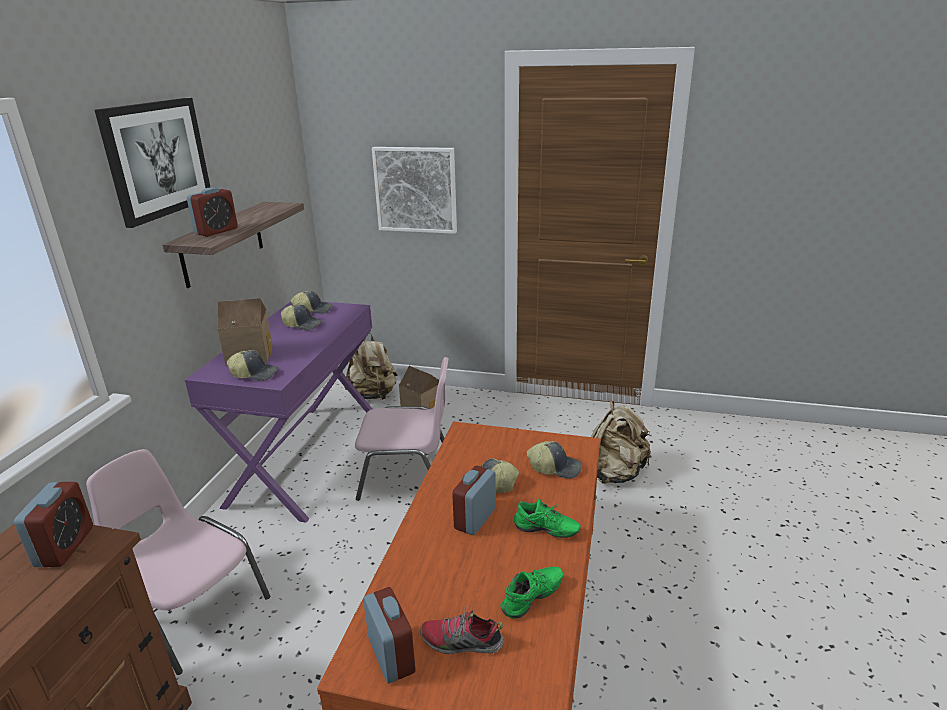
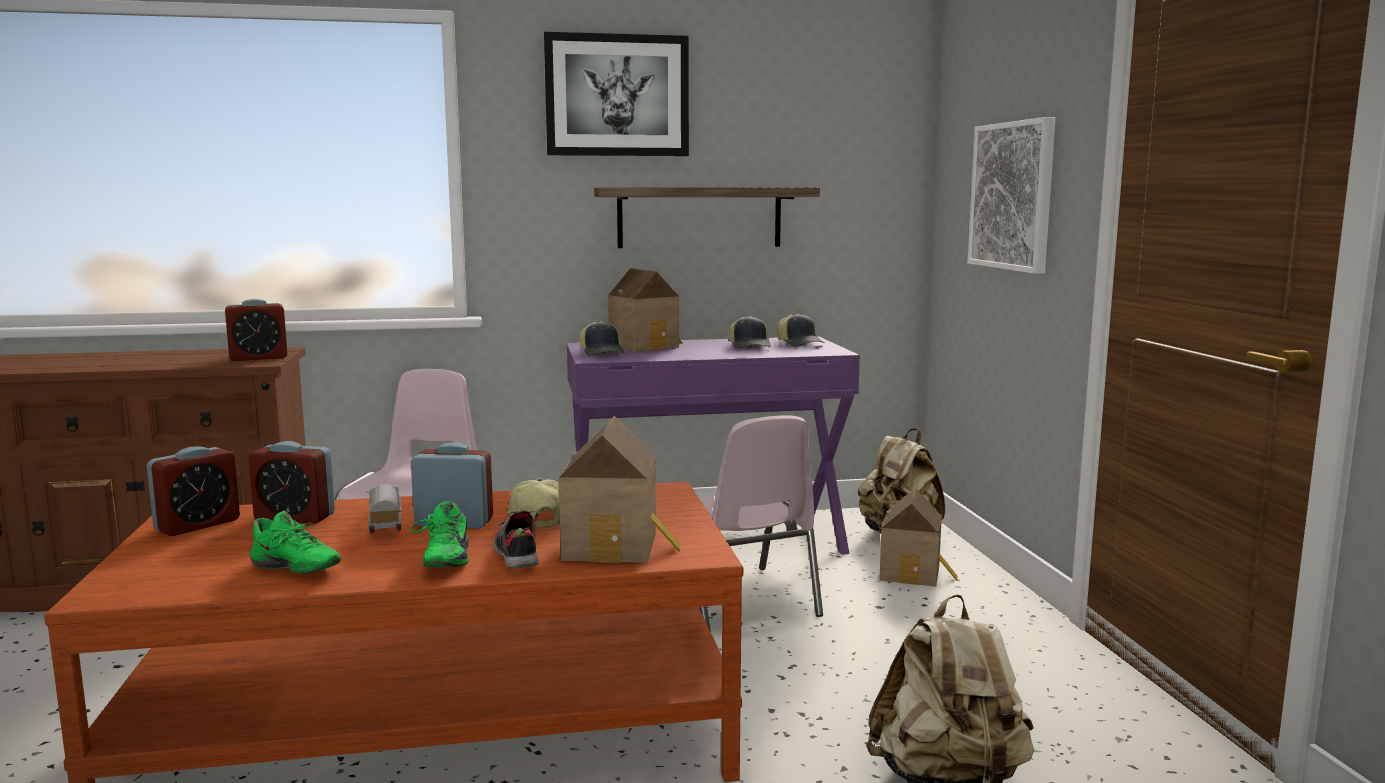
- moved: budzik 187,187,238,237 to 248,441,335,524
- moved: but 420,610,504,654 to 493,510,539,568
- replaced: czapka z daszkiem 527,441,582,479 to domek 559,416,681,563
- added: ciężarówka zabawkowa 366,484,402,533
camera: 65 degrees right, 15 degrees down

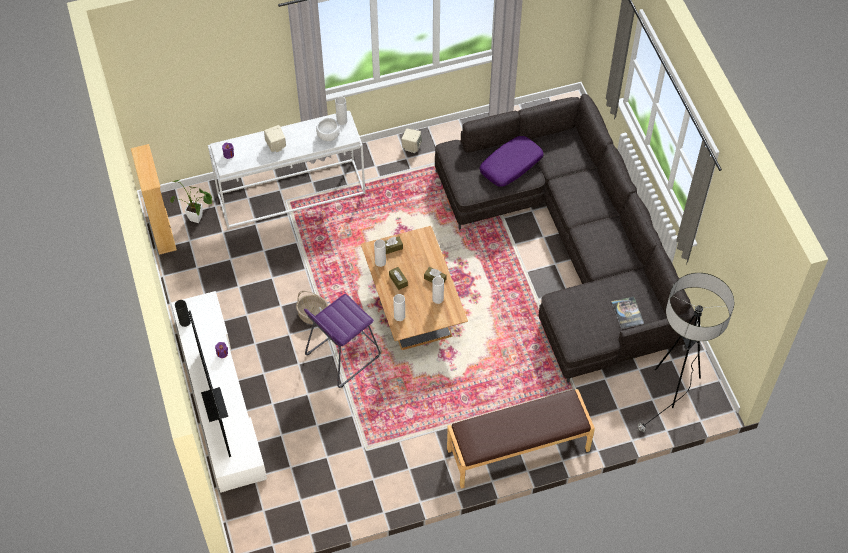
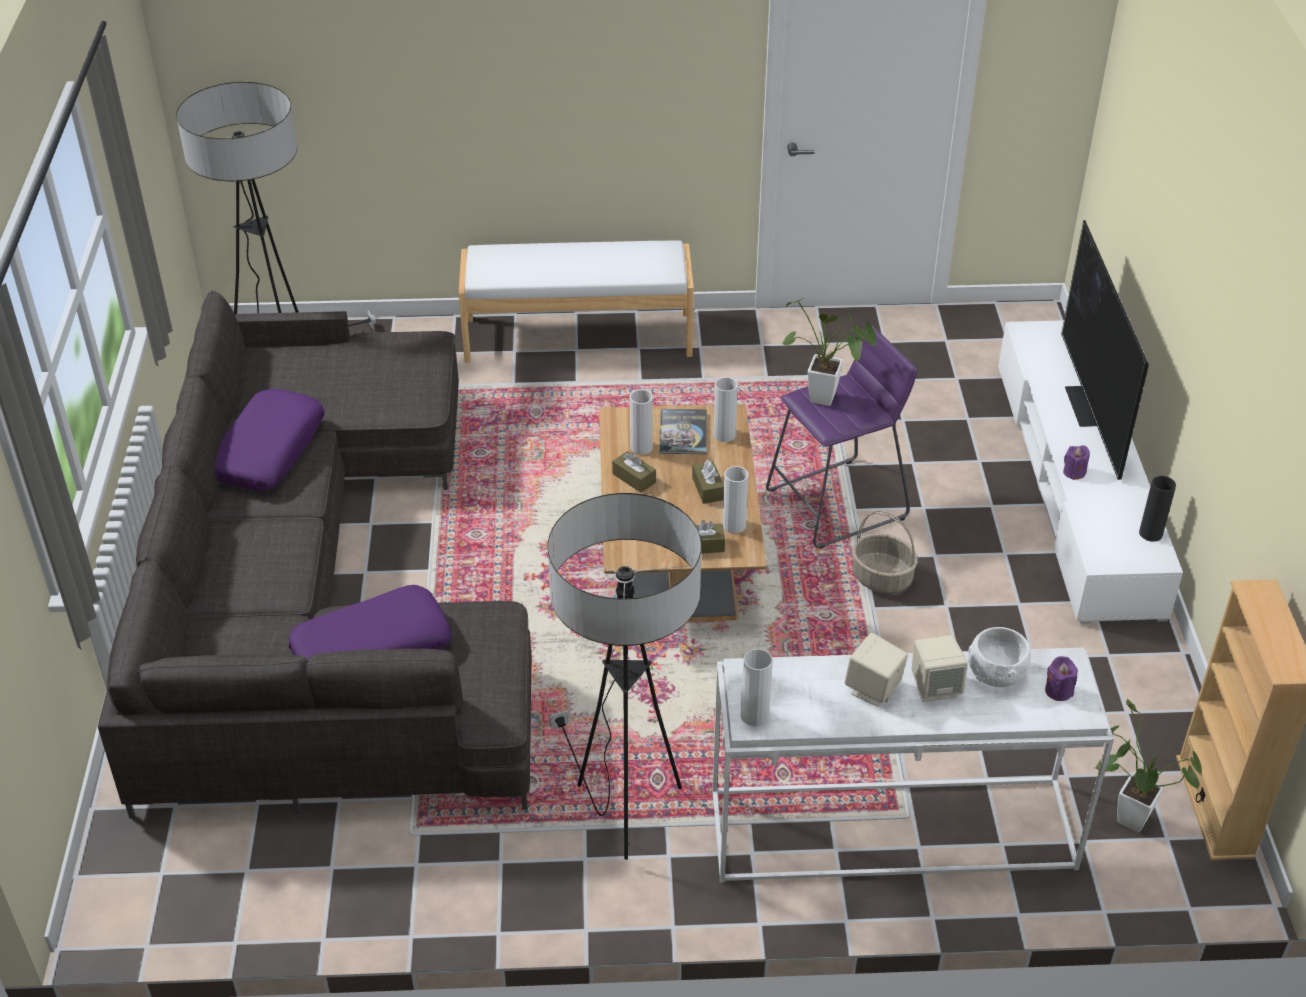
- moved: miska [biały] 316,118,340,141 to 968,627,1031,687
- moved: głośnik [beżowy] 401,129,422,153 to 844,633,908,706
- recoloured: ławka [brązowy] 447,389,595,488 to ławka [biały] 458,240,694,363
- moved: książka 611,296,644,329 to 659,409,707,454
- added: poduszka [fioletowy] 215,389,324,491
- added: lampa stojąca 548,493,701,860
- added: roślina doniczkowa 781,298,877,406
camera: 165 degrees left, 15 degrees down

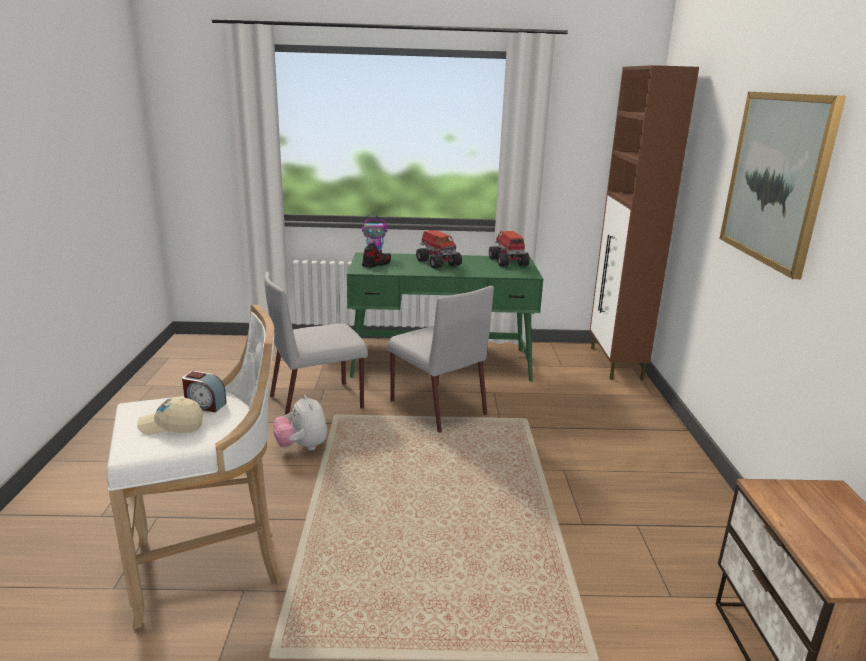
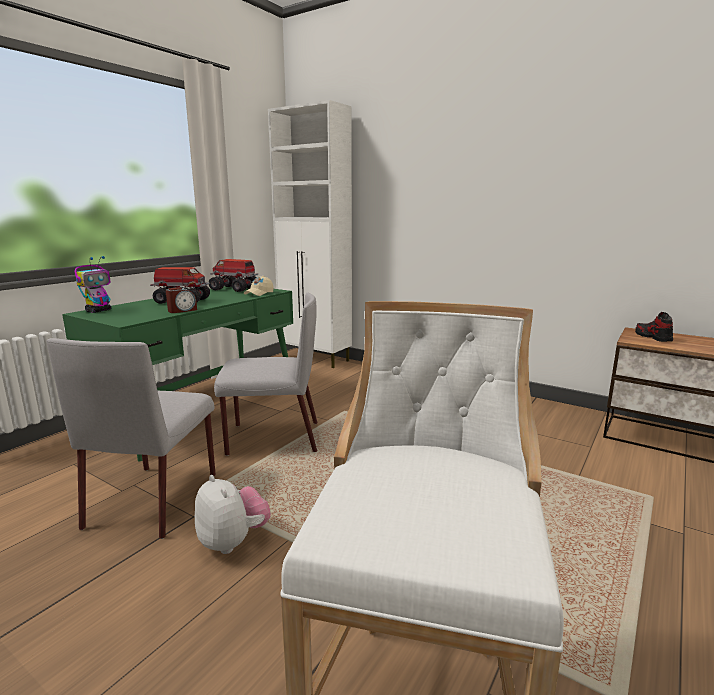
- moved: czapka z daszkiem [beżowy] 137,397,203,435 to 244,276,274,296
- moved: budzik 182,371,227,412 to 166,287,197,313
- turned: pluszak 273,394,327,450 = 195,475,271,554 135 degrees counterclockwise
- moved: but 362,243,391,268 to 635,312,673,342
- recoloured: szafka [brązowy] 590,65,699,380 to szafka [biały] 268,100,352,368
- removed: obraz 719,92,846,279
camera: 55 degrees left, 5 degrees down

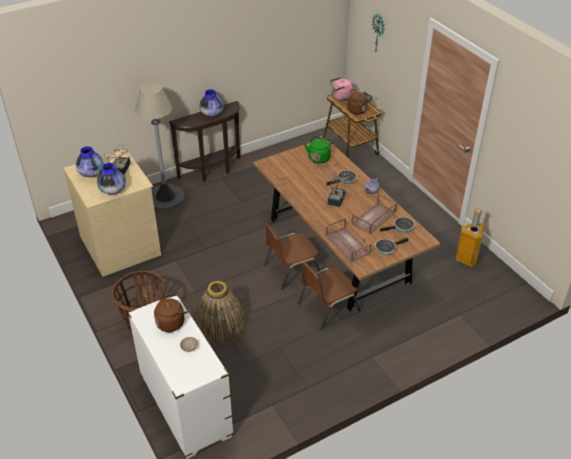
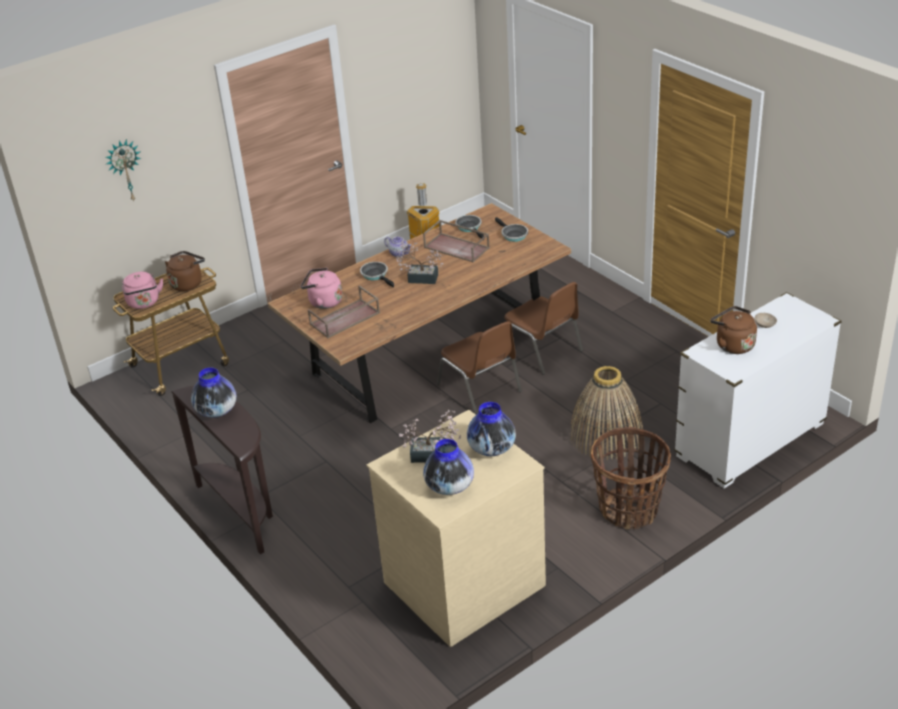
- removed: lampa stojąca [szary] 135,83,185,210
- recoloured: czajnik [zielony] 305,136,333,163 to czajnik [różowy] 300,268,342,309
- moved: taca [brązowy] 326,218,372,262 to 308,285,380,338
camera: 95 degrees left, 5 degrees down

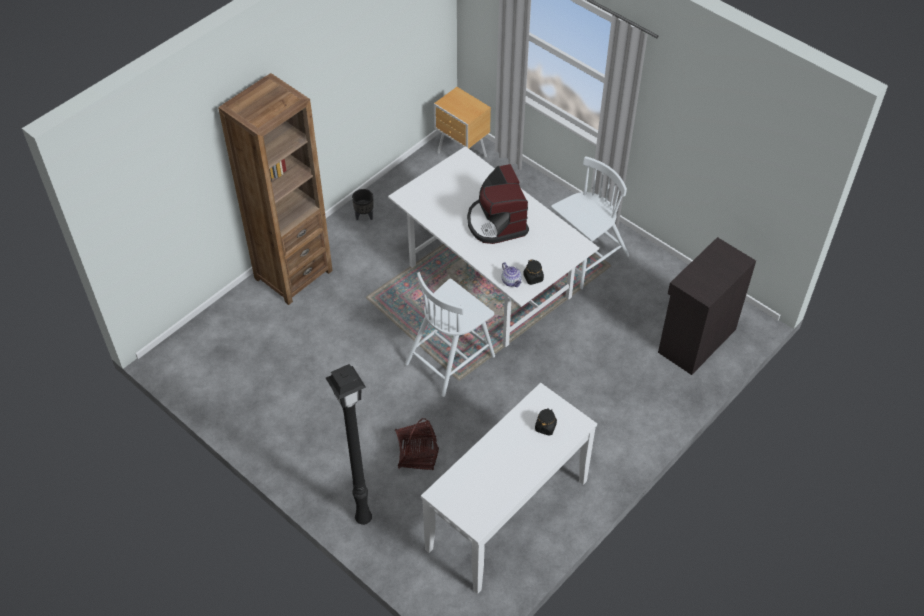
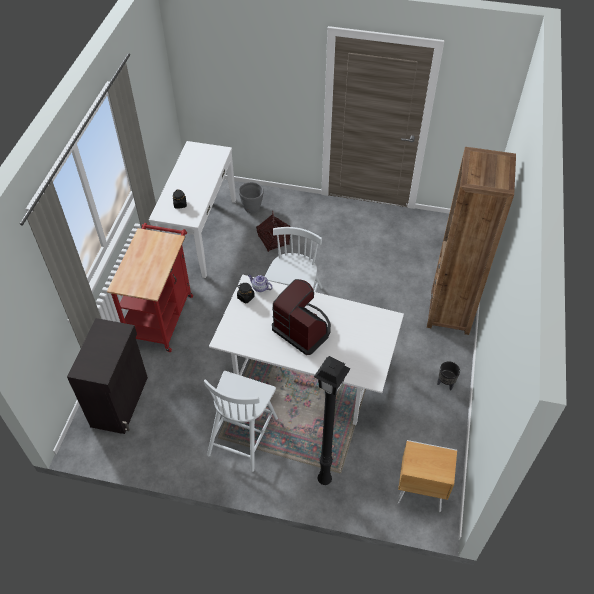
- moved: lampa stojąca [czarny] 326,364,372,525 to 314,356,350,485
- added: wózek [czerwony] 107,223,193,352
- added: donica [szary] 239,182,264,213
camera: 150 degrees right, 0 degrees up

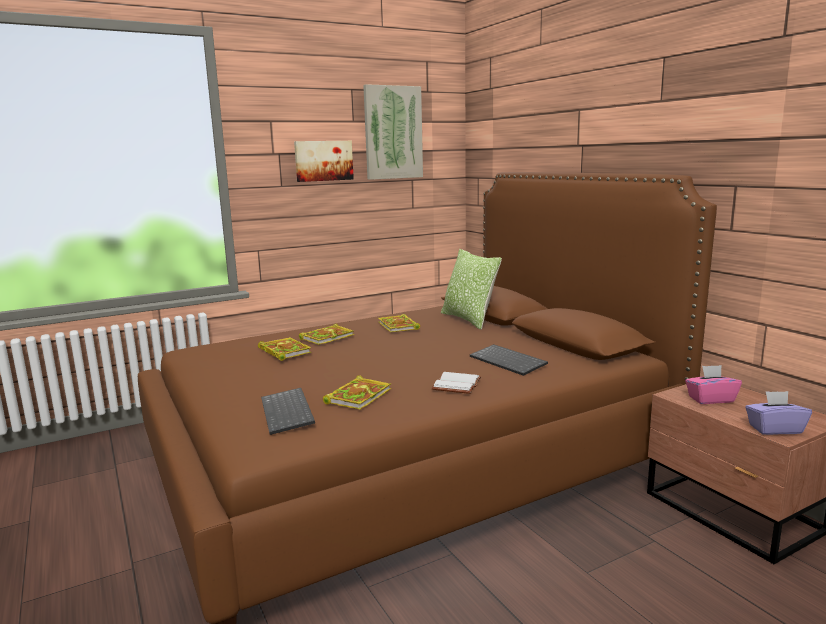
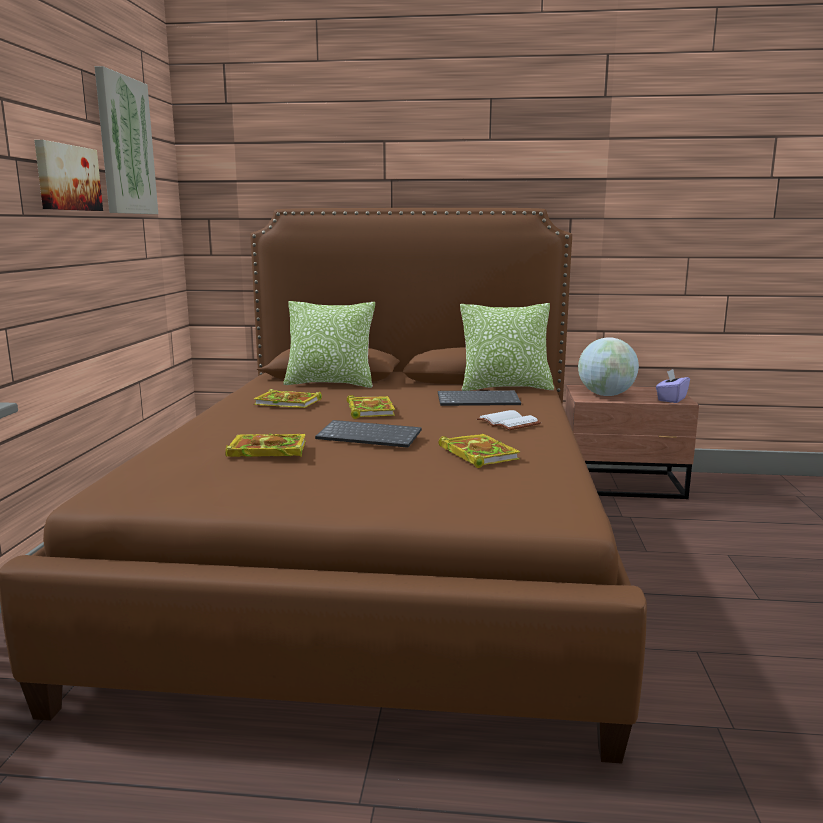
- moved: klawiatura 261,388,315,435 to 315,420,422,448
- moved: książka 299,323,354,345 to 347,395,395,419
- replaced: pudełko chusteczek [różowy] 685,365,742,404 to globus 578,337,639,396
- added: poduszka 460,303,554,391
camera: 55 degrees left, 0 degrees up

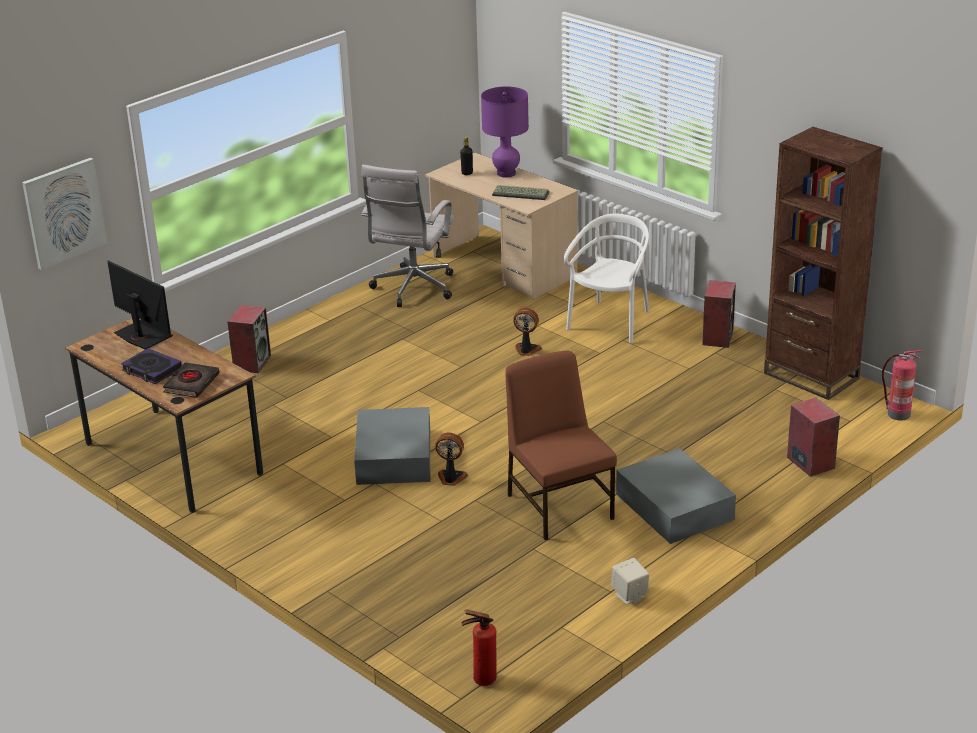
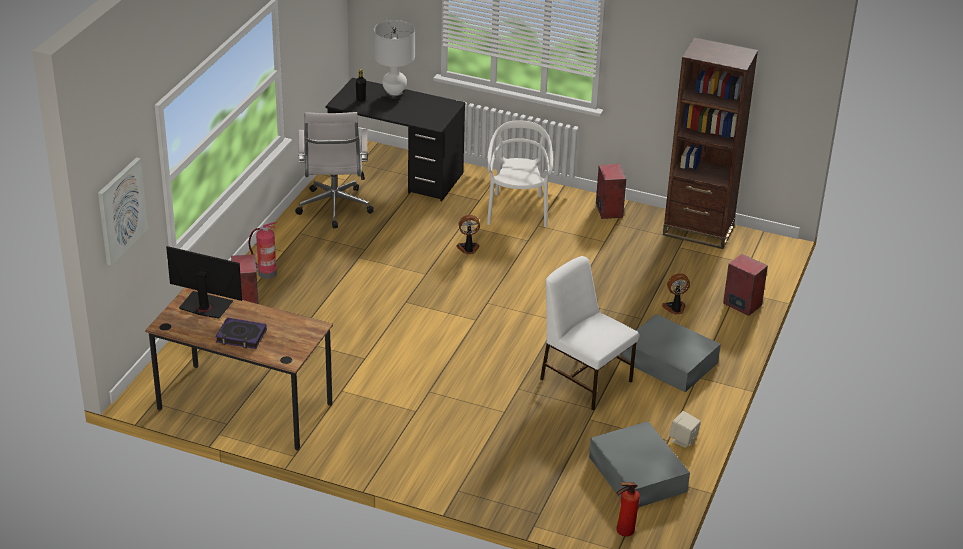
- removed: książka [czarny] 163,362,219,398
- moved: pojemnik do przechowywania [szary] 354,407,430,485 to 589,421,690,507
- recoloured: biurko [beżowy] 425,153,579,300 to biurko [czarny] 325,78,466,201
- moved: wentylator 435,433,468,486 to 662,273,690,315
- recoloured: lampa stołowa [fioletowy] 481,86,529,177 to lampa stołowa [biały] 374,20,415,99
- removed: klawiatura 492,185,549,200
- recoloured: krzesło [brązowy] 505,351,617,540 to krzesło [biały] 540,256,639,410
- moved: gaśnica 882,350,922,421 to 249,222,277,279
camera: 25 degrees left, 5 degrees up

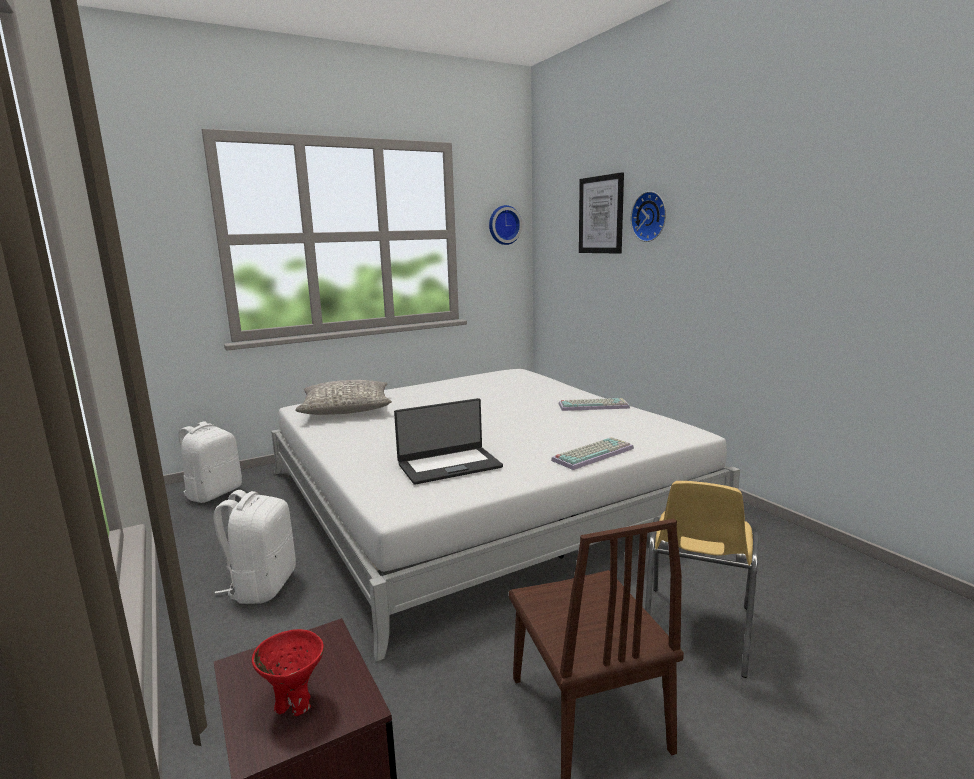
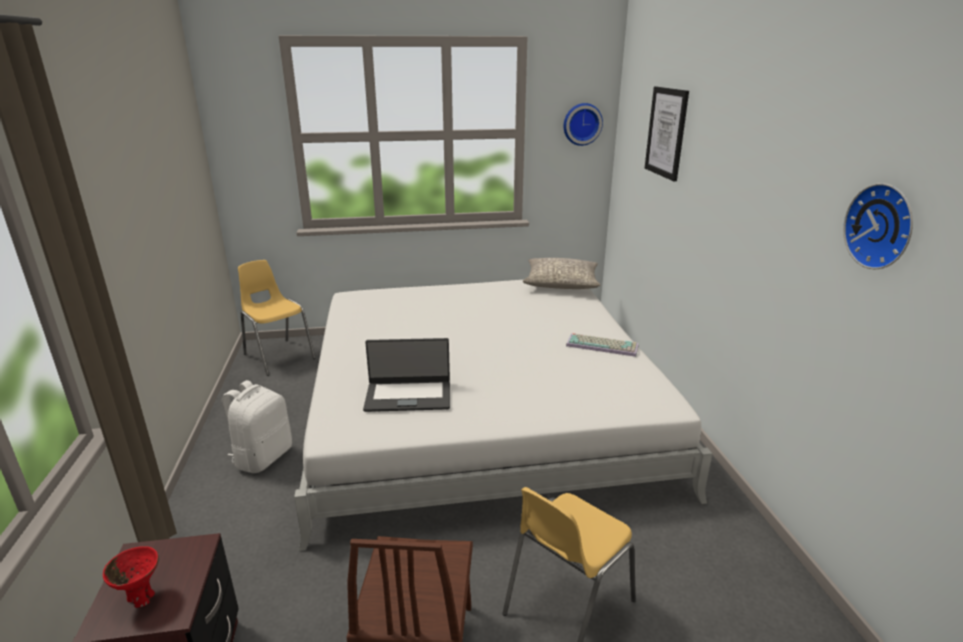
- replaced: plecak [biały] 178,421,242,503 to krzesło [żółty] 238,260,316,376
- moved: poduszka [szary] 295,380,392,415 to 523,258,601,289
- removed: klawiatura 551,437,634,470
- moved: zegar ścienny 631,191,666,242 to 843,183,913,269
camera: 20 degrees right, 10 degrees up

